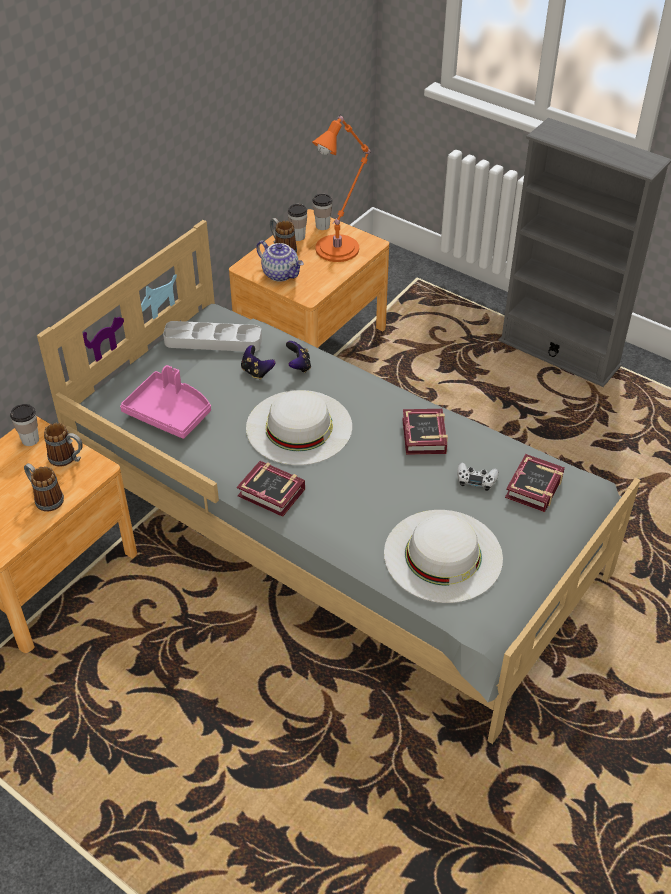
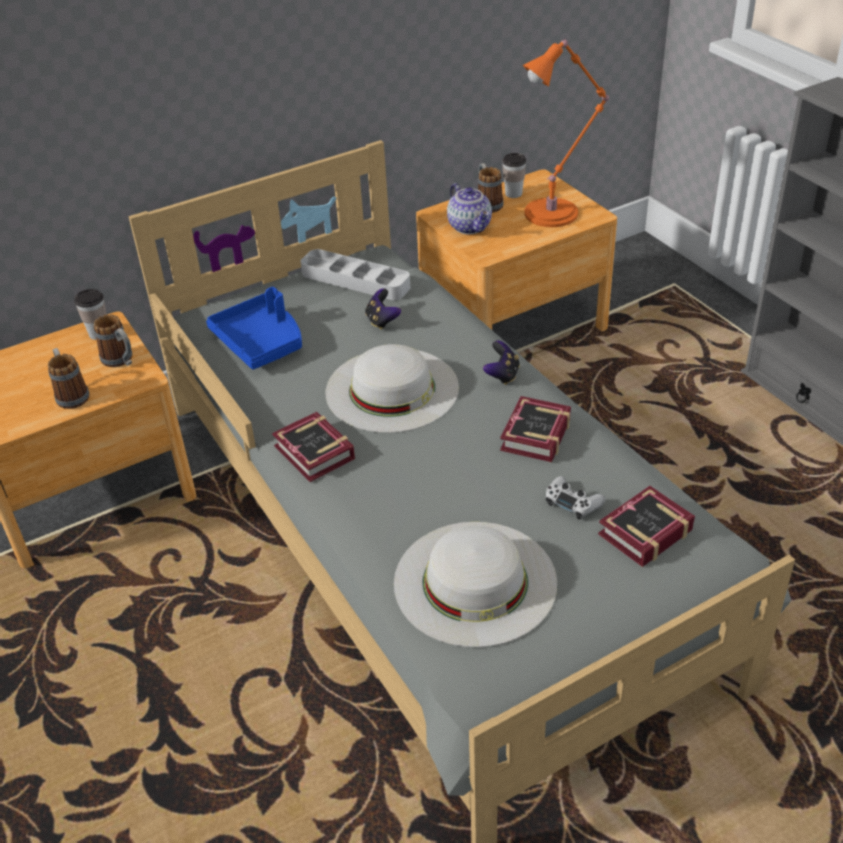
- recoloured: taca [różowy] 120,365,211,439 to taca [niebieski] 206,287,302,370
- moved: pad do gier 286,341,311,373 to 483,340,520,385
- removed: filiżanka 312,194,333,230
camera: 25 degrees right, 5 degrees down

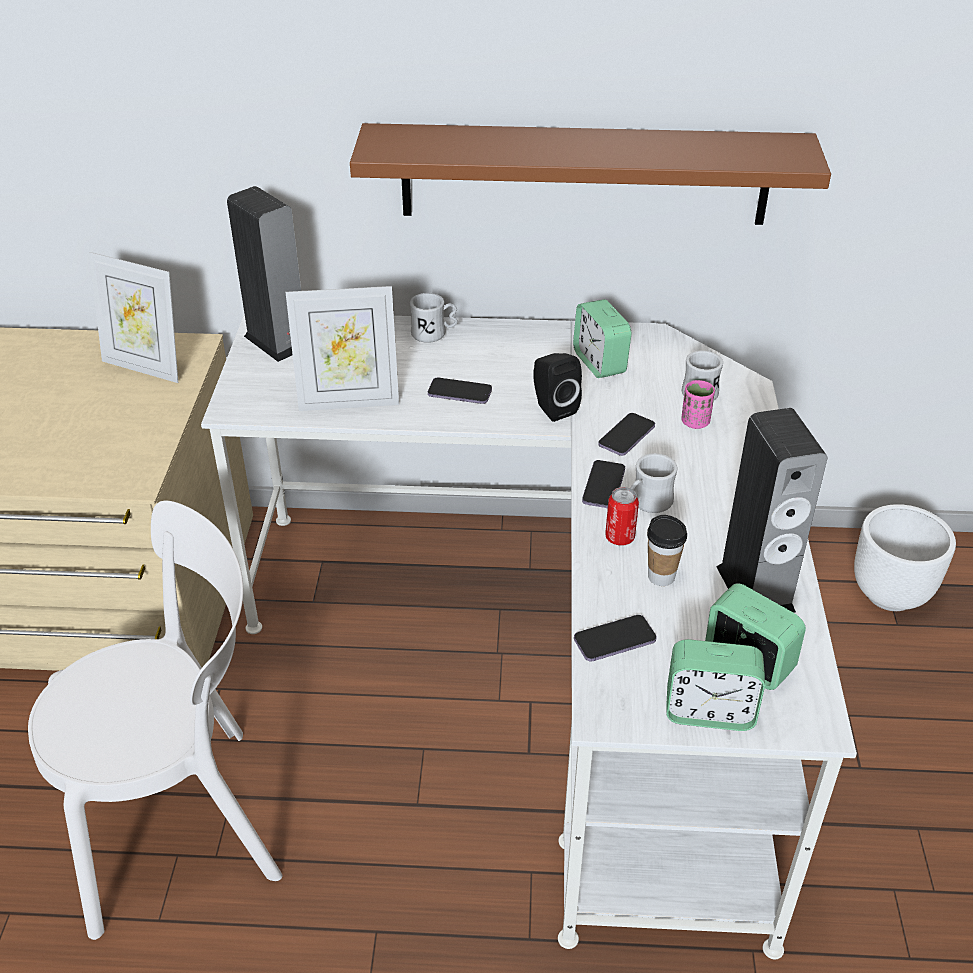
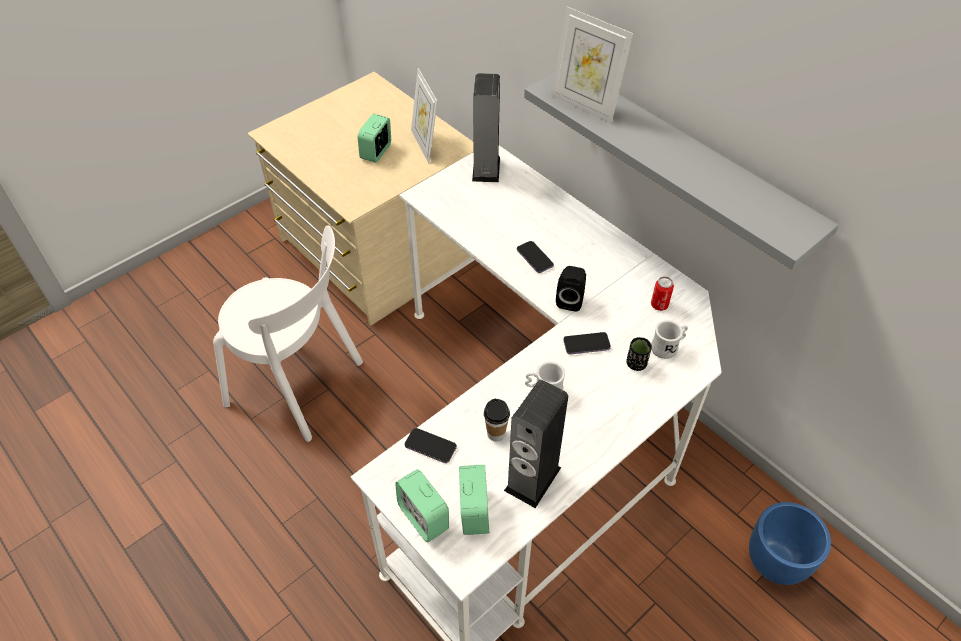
- moved: ramka na zdjęcie 286,286,399,411 to 551,7,633,123
- recoloured: półka [brązowy] 350,123,831,225 to półka [szary] 524,72,839,270
- removed: kubek [biały] 410,293,458,343
- moved: budzik 573,299,631,378 to 358,114,391,163
- removed: telefon 582,460,625,508
- moved: puszka 605,487,639,545 to 651,277,674,311
- recoloured: filiżanka [różowy] 681,380,715,429 to filiżanka [czarny] 626,337,652,371
- recoloured: donica [biały] 854,504,956,611 to donica [niebieski] 749,502,831,585
camera: 45 degrees right, 10 degrees up

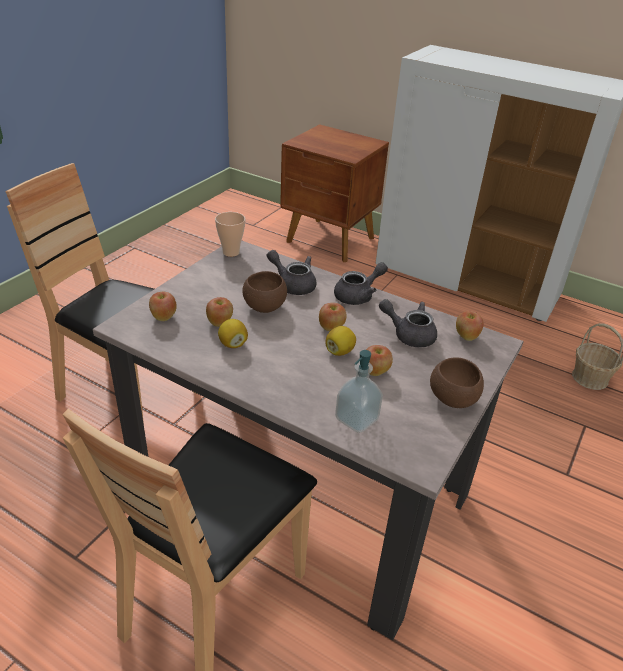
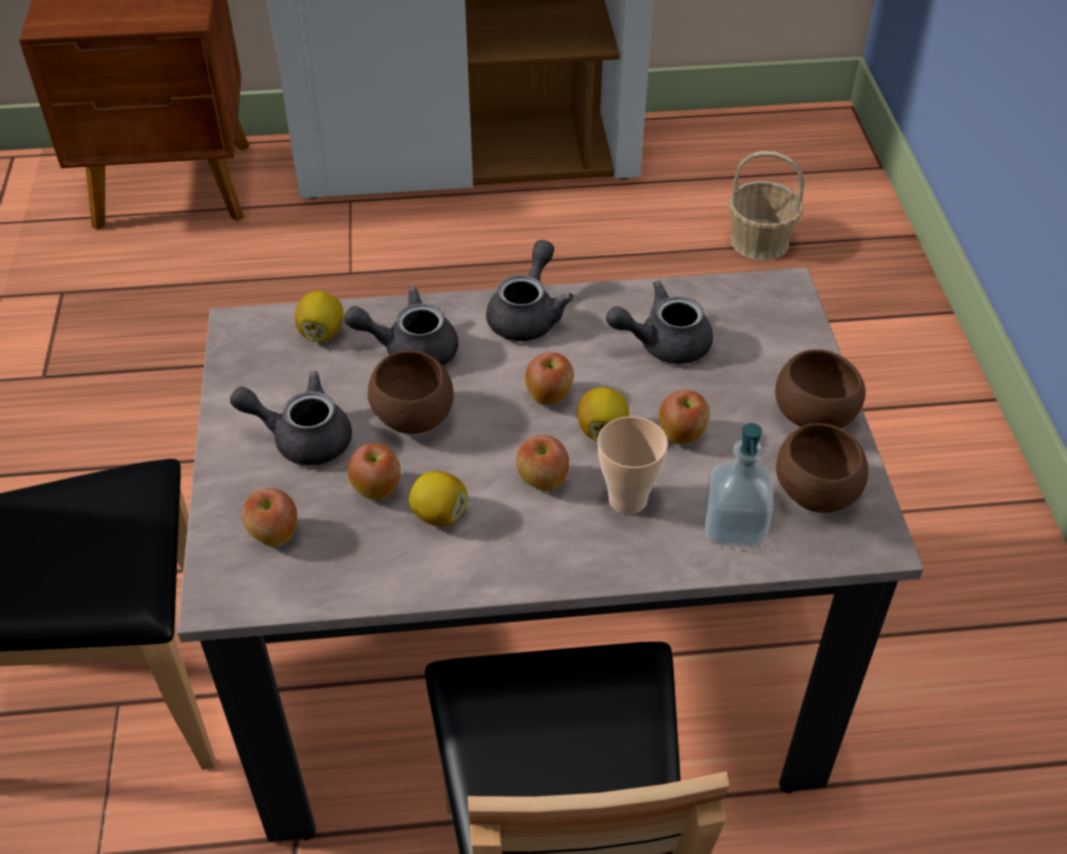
- moved: filiżanka 215,212,245,257 to 598,416,668,514
- moved: jabłko 456,311,484,341 to 516,435,569,491
- added: imbryk [szary] 230,371,352,465
- added: cytryna 295,291,343,342
- added: miska [brązowy] 776,423,868,513
camera: 35 degrees left, 10 degrees up

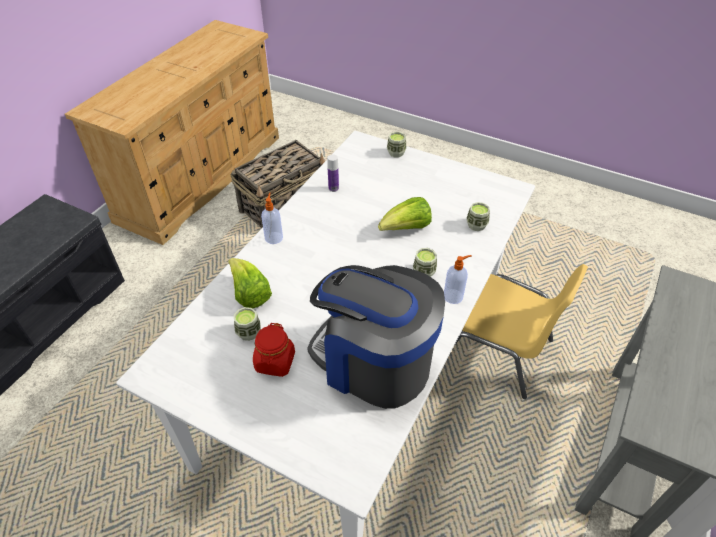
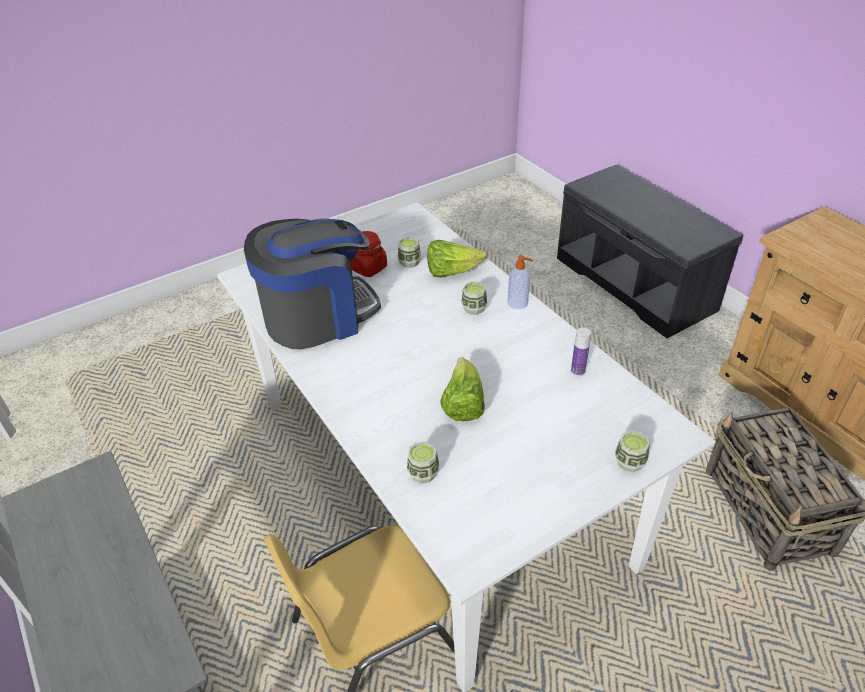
- moved: filiżanka 413,248,437,277 to 461,282,487,315
- removed: dozownik mydła 444,255,472,304
camera: 120 degrees right, 5 degrees down

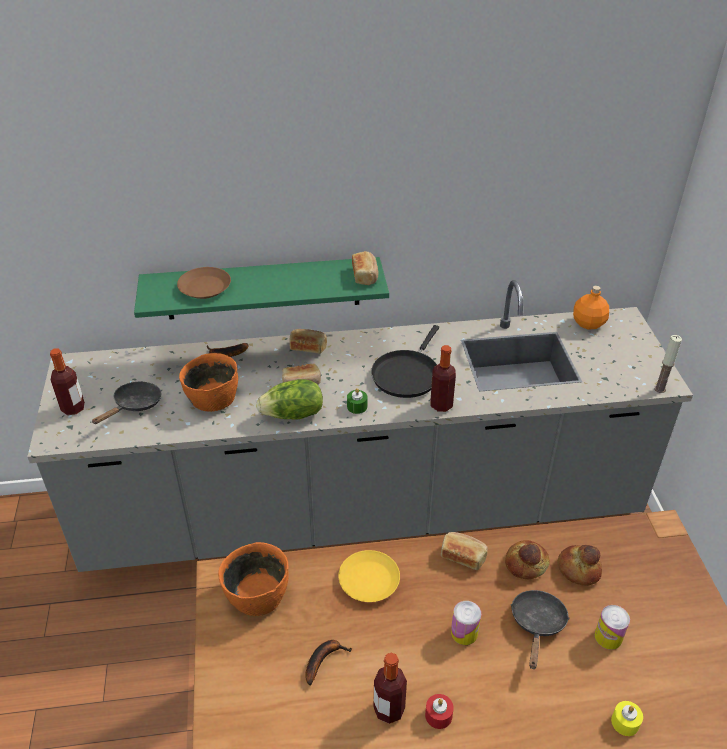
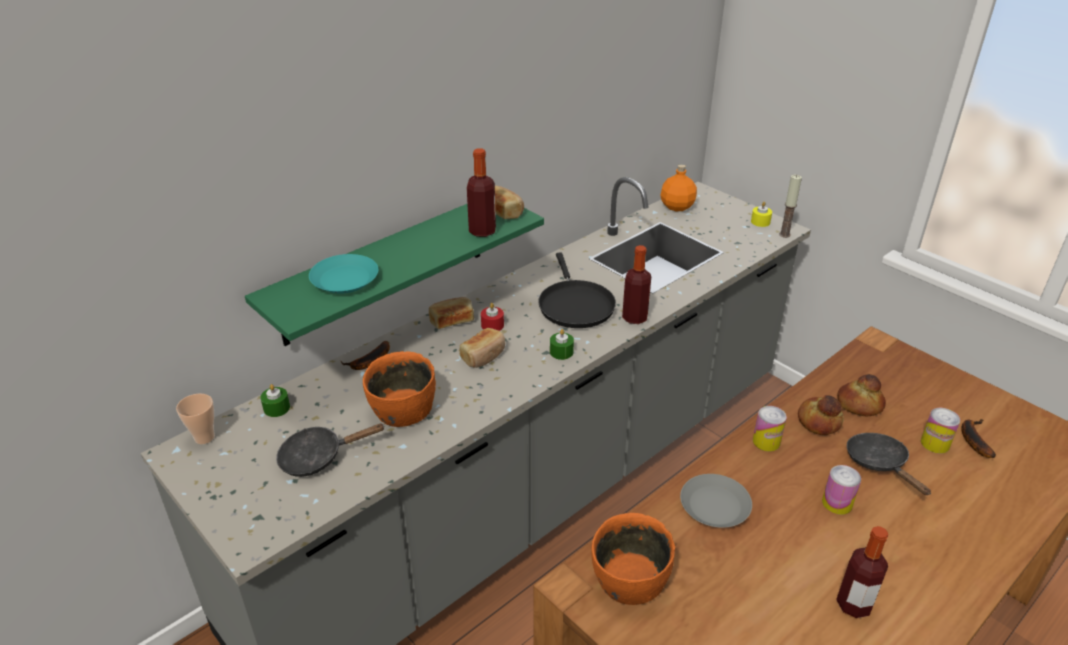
- moved: butelka 50,348,85,415 to 467,148,496,237
- turned: patelnia [czarny] 92,382,162,424 = 276,423,385,477 105 degrees counterclockwise
- recoloured: talerz [brązowy] 177,267,231,299 to talerz [turkusowy] 309,254,378,294
- removed: sałata 256,379,323,420
- moved: banan 305,640,352,686 to 961,419,996,458
- recoloured: talerz [żółty] 338,550,400,602 to talerz [szary] 680,474,752,528
- moved: świeca [czerwony] 425,694,454,729 to 481,303,504,331
- replaced: chleb 441,532,488,570 to puszka 753,406,787,451
- moved: świeca [żółty] 611,701,643,736 to 751,202,772,227
- added: filiżanka 176,394,215,444
- added: świeca [zielony] 260,384,290,417
camera: 35 degrees left, 5 degrees down

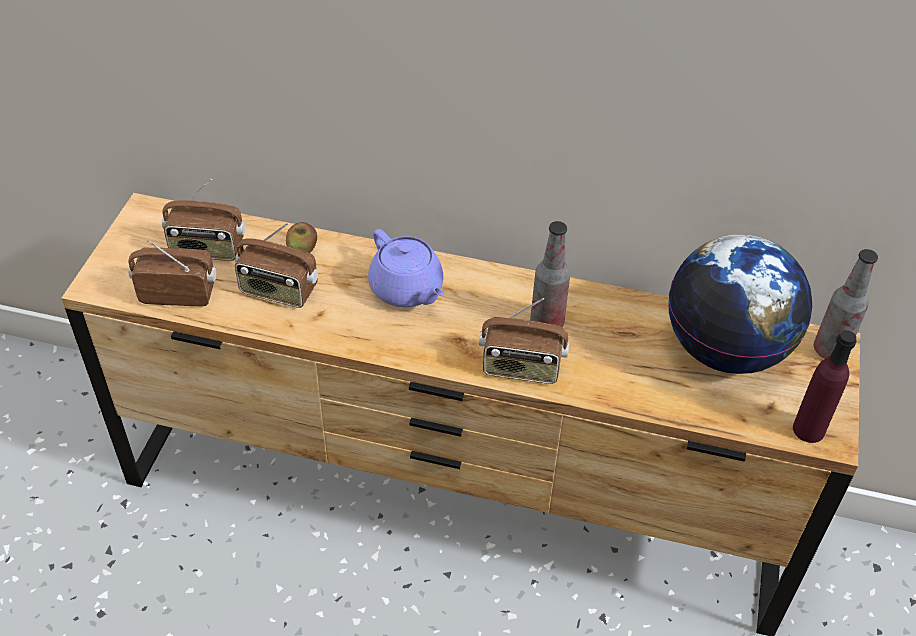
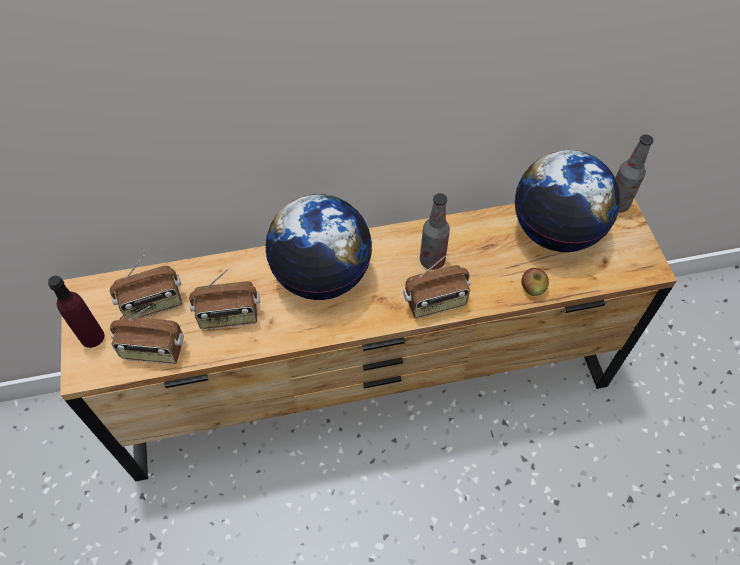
- turned: radio 128,239,216,306 = 110,306,184,364 150 degrees counterclockwise
- moved: jabłko 286,222,317,253 to 521,268,549,296
- replaced: imbryk [fioletowy] 368,229,443,307 to globus 265,194,372,300
- moved: butelka [fioletowy] 793,330,857,443 to 48,276,104,348
camera: 25 degrees left, 10 degrees up

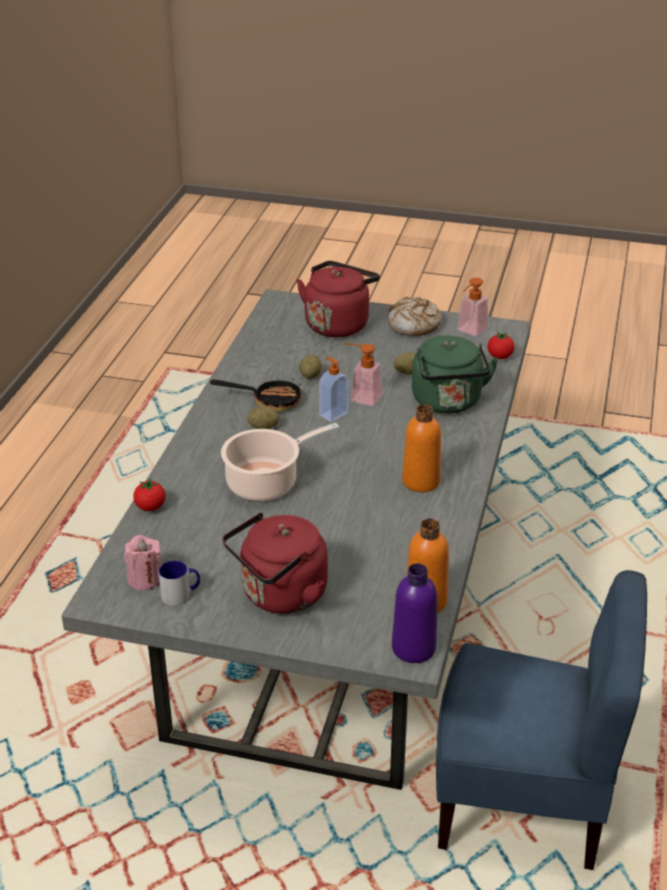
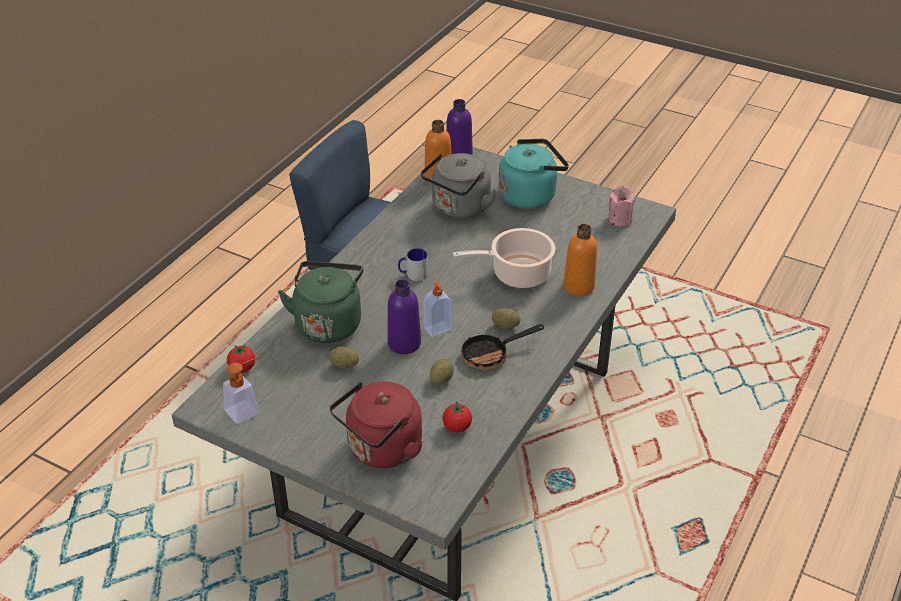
- moved: pomidor 133,478,166,511 to 442,402,472,432
- moved: kubek 159,561,200,606 to 398,248,428,281
- turned: patelnia 210,378,302,412 = 461,324,544,370 45 degrees counterclockwise
- recoloured: czajnik [czerwony] 223,512,328,614 to czajnik [turkusowy] 498,139,569,209
- replaced: dozownik mydła 343,343,383,406 to butelka [fioletowy] 388,280,421,354
- removed: chleb 388,297,442,336
- moved: butelka [pomarańczowy] 402,404,441,492 to 563,224,597,296
- added: czajnik [szary] 421,153,497,219
camera: 165 degrees left, 5 degrees up

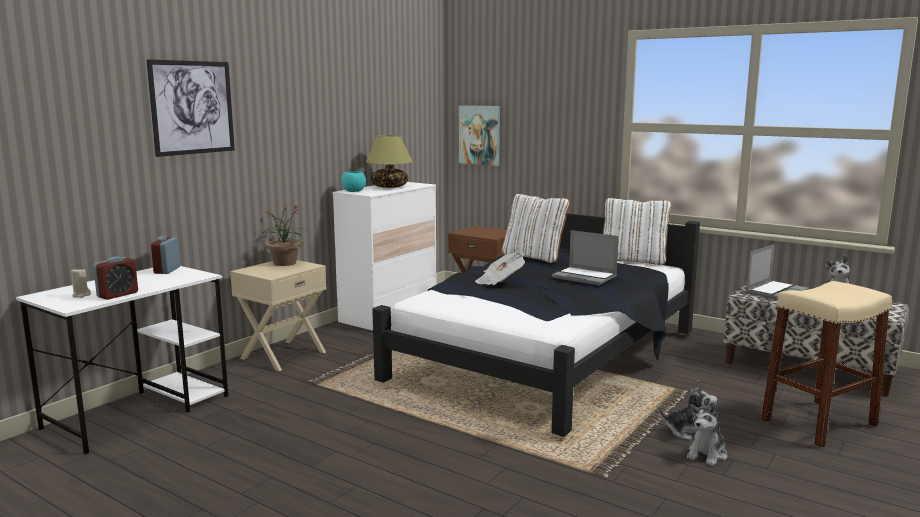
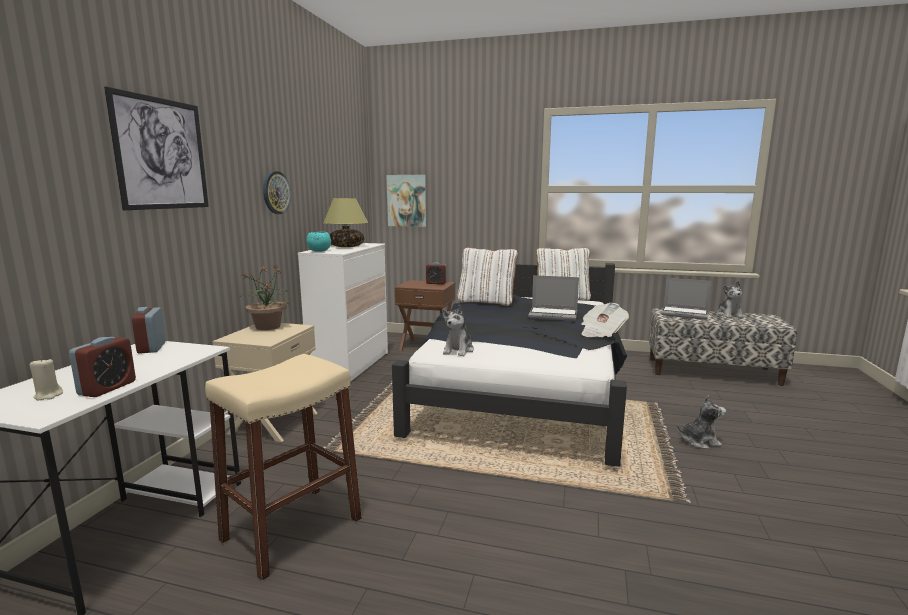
- moved: gazeta 475,252,525,285 to 581,303,629,337
- moved: pluszak 687,402,727,466 to 442,305,474,356
- turned: laptop 746,244,808,299 = 661,278,711,320 90 degrees clockwise
- moved: stołek [beżowy] 761,281,892,448 to 205,354,362,581
- added: zegar ścienny 263,171,291,214
- added: budzik 426,262,446,284
camera: 20 degrees left, 0 degrees up

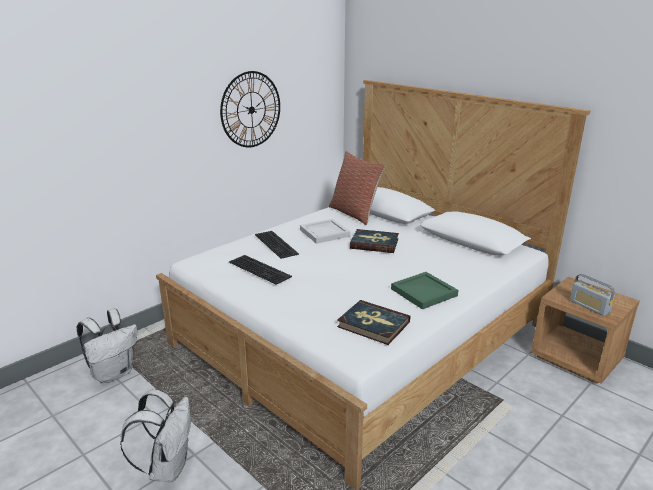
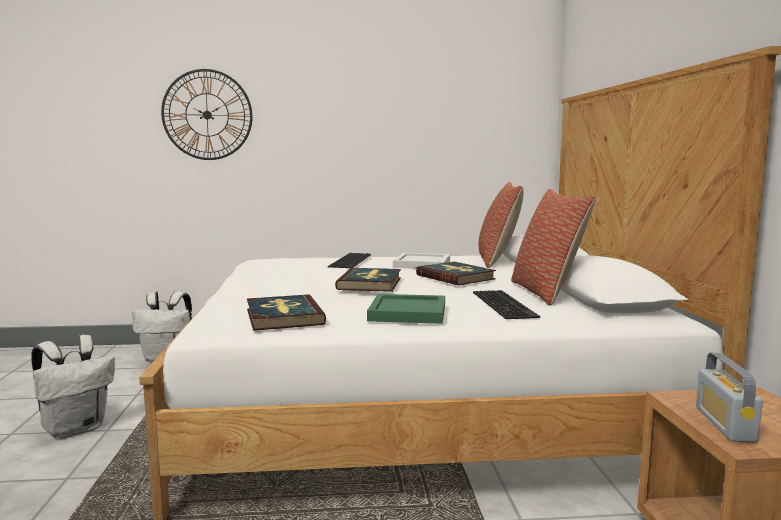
- moved: zegar ścienny 220,71,280,147 to 161,69,252,160
- moved: klawiatura 229,255,292,285 to 473,290,540,319
- added: książka 335,268,401,292
- added: poduszka 511,189,596,306
camera: 40 degrees right, 15 degrees down

